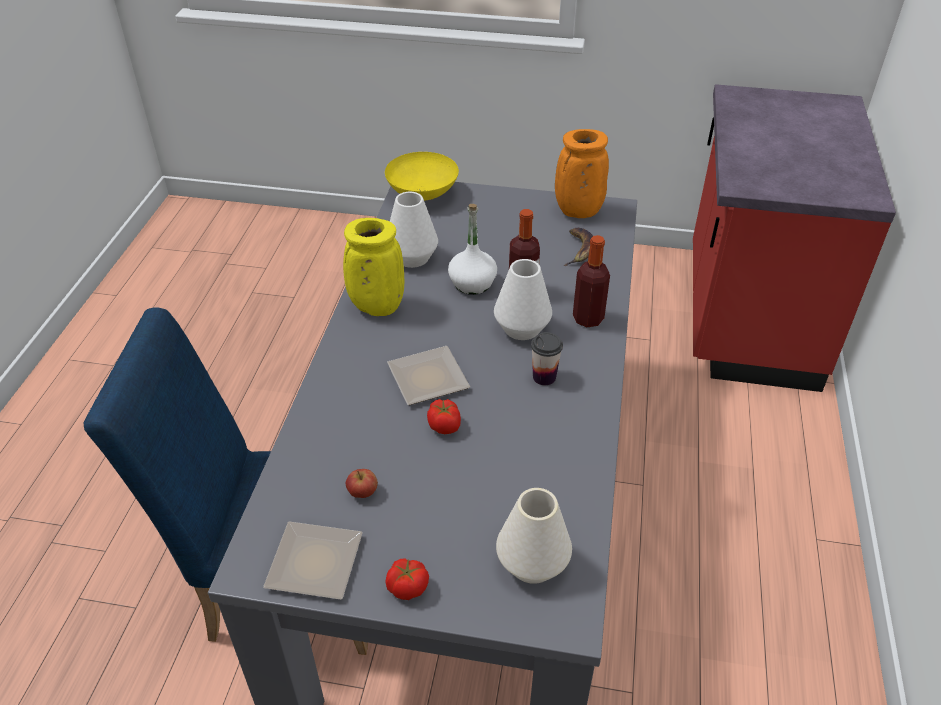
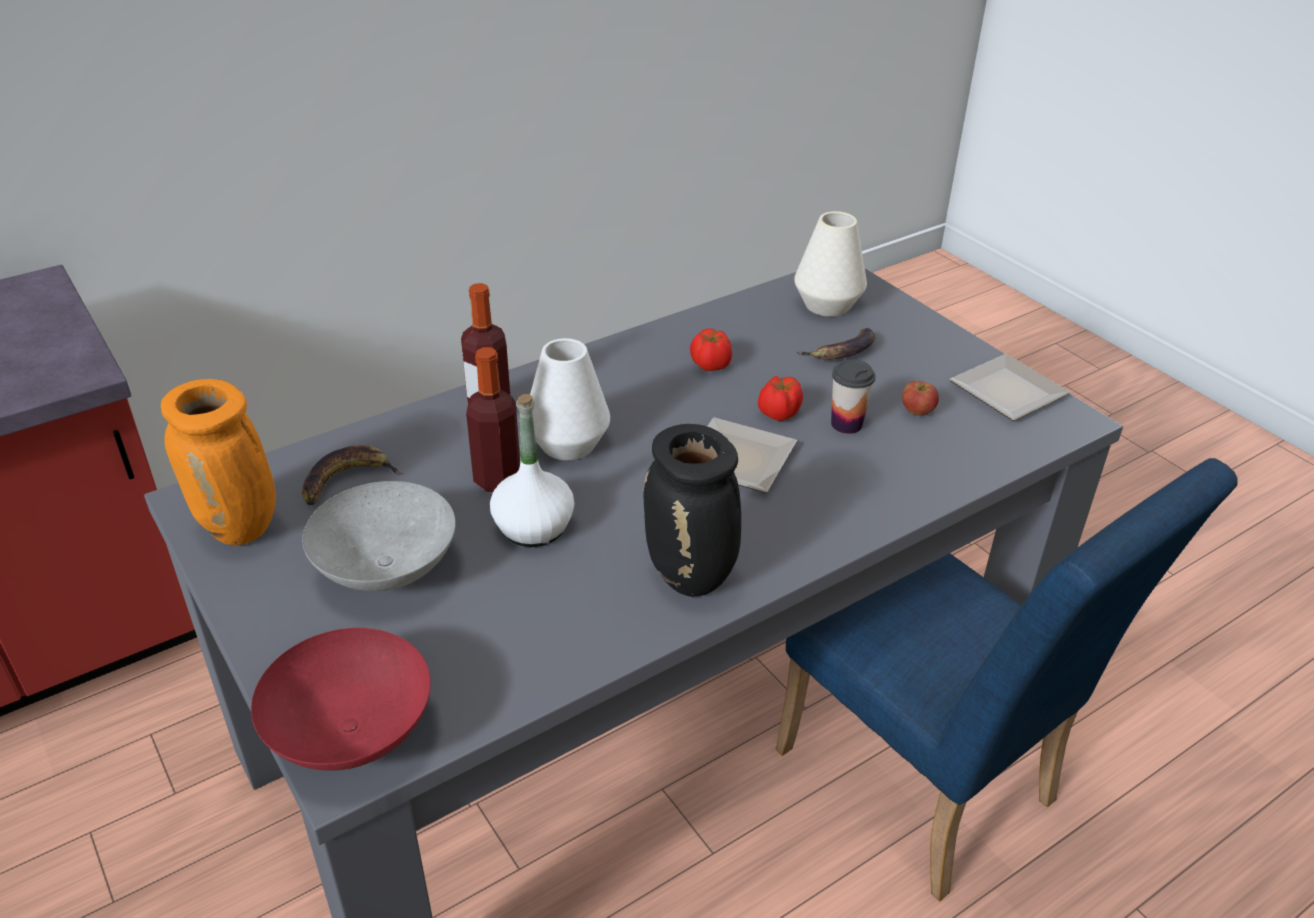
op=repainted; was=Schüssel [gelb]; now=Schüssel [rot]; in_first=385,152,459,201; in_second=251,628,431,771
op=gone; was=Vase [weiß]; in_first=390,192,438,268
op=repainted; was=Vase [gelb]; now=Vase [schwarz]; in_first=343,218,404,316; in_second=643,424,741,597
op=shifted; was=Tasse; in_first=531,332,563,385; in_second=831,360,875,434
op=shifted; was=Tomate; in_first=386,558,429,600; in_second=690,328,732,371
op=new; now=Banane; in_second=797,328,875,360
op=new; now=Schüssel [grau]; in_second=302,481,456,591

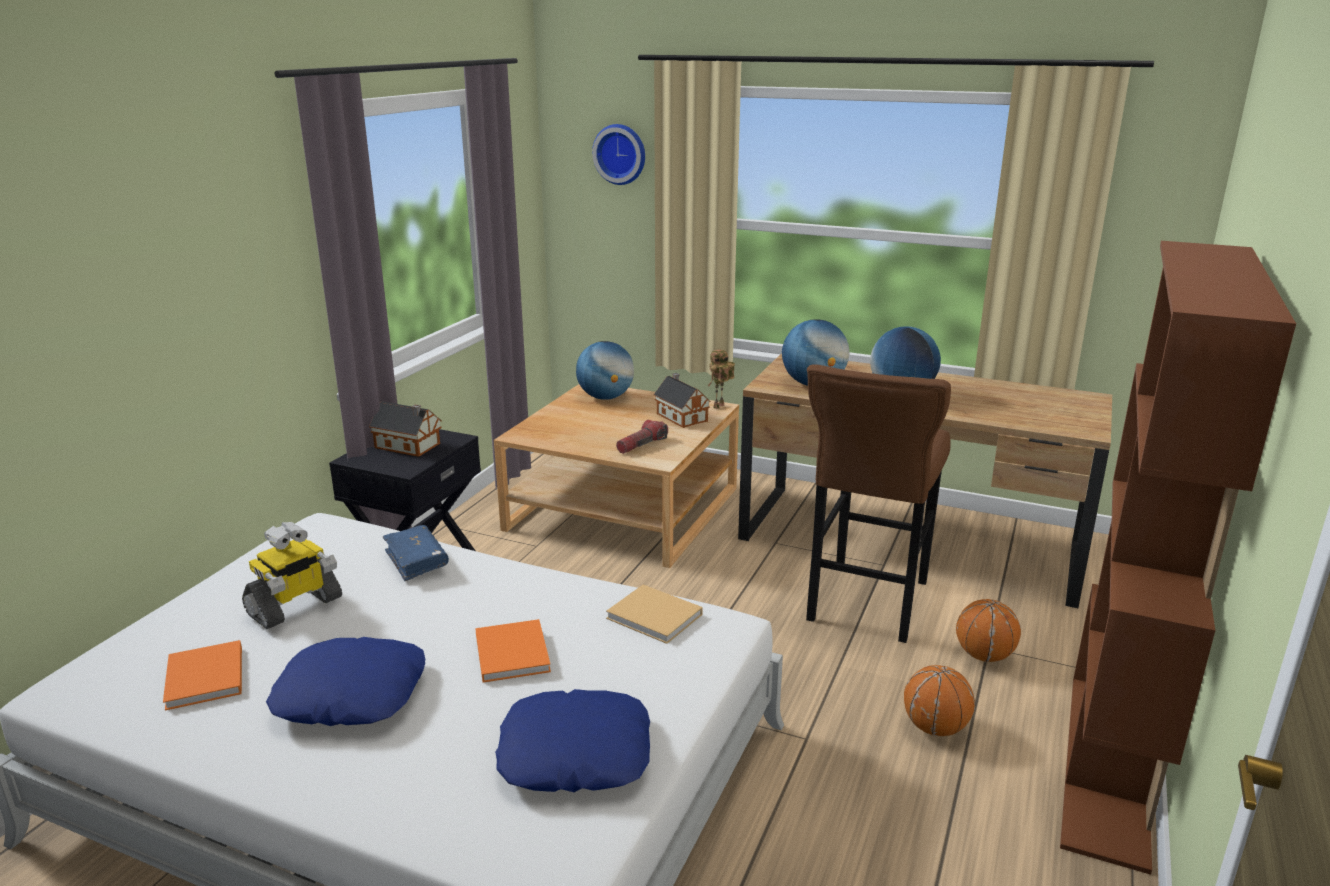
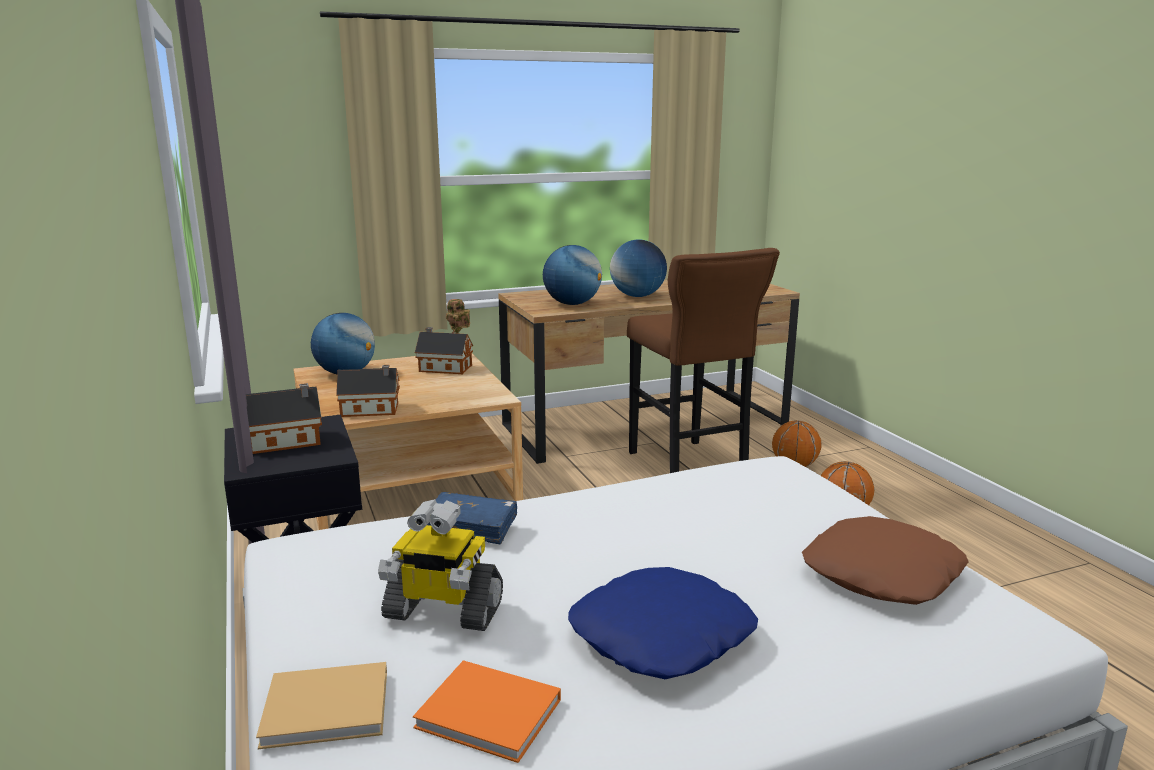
op=gone; was=Wanduhr; in_first=592,124,645,185
op=gone; was=Bücherregal [braun]; in_first=1060,241,1296,875
op=gone; was=Taschenlampe; in_first=616,420,668,454
op=rotated; was=Spielzeugroboter; in_first=242,522,342,629; in_second=378,499,503,631; clockwise=105
op=shifted; was=Buch [beige]; in_first=606,585,703,644; in_second=256,662,387,749
op=gone; was=Buch [orange]; in_first=475,619,551,683
op=repainted; was=Kissen [blau]; now=Kissen [braun]; in_first=495,689,650,792; in_second=802,516,968,605
op=new; now=Spielzeughaus; in_second=336,365,400,417

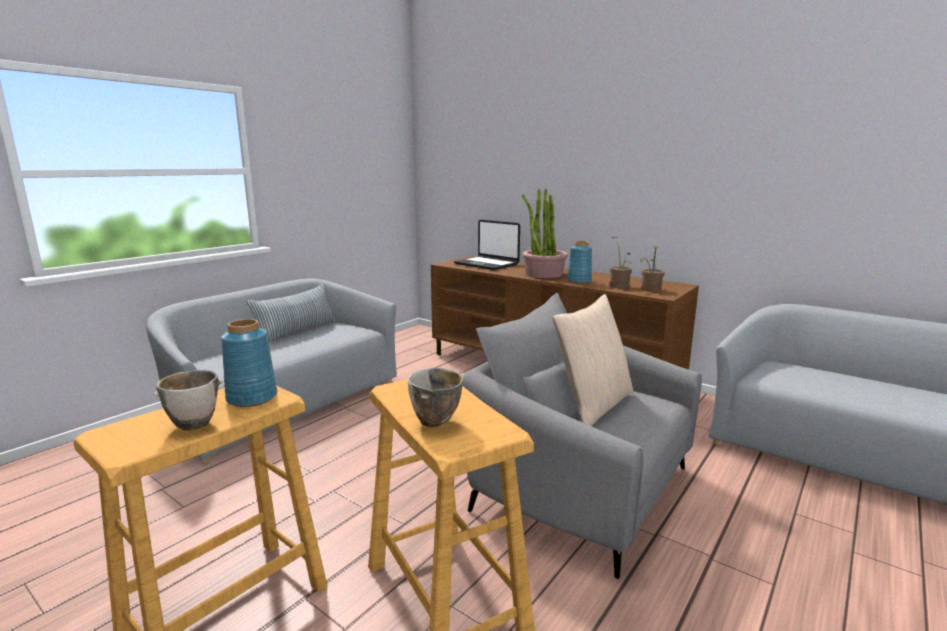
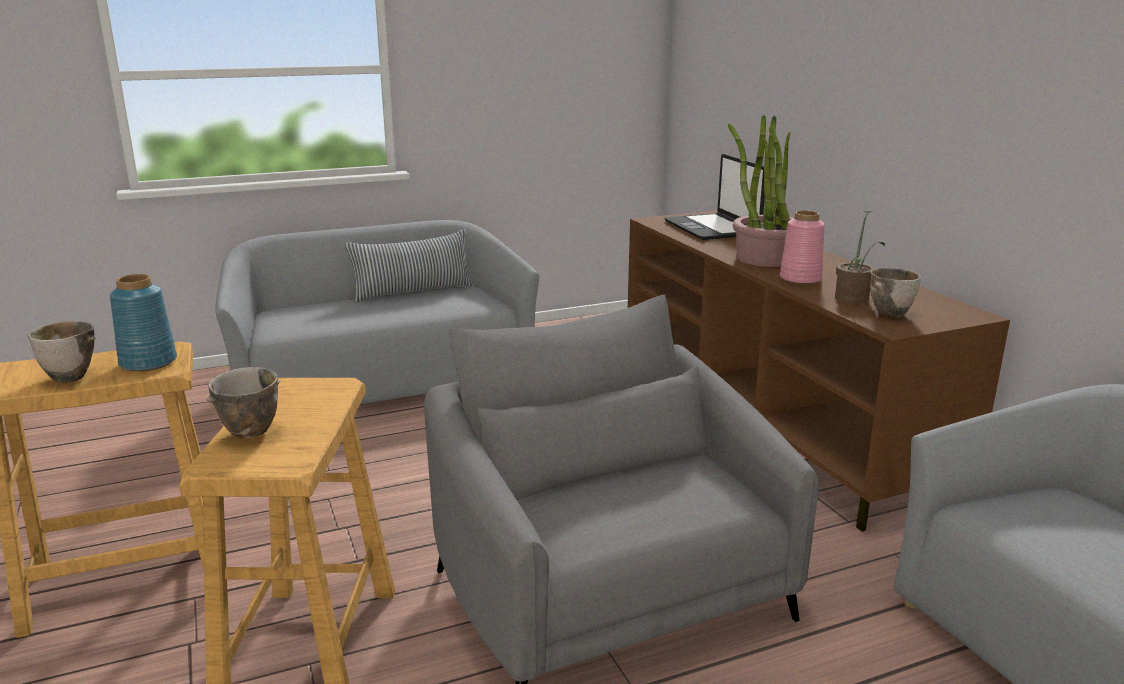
op=repainted; was=Vase [blau]; now=Vase [rosa]; in_first=567,241,592,284; in_second=780,210,825,284
op=swapped; was=Topfpflanze; now=Schüssel; in_first=640,246,664,292; in_second=870,268,921,318
op=gone; was=Kissen [beige]; in_first=552,294,633,426

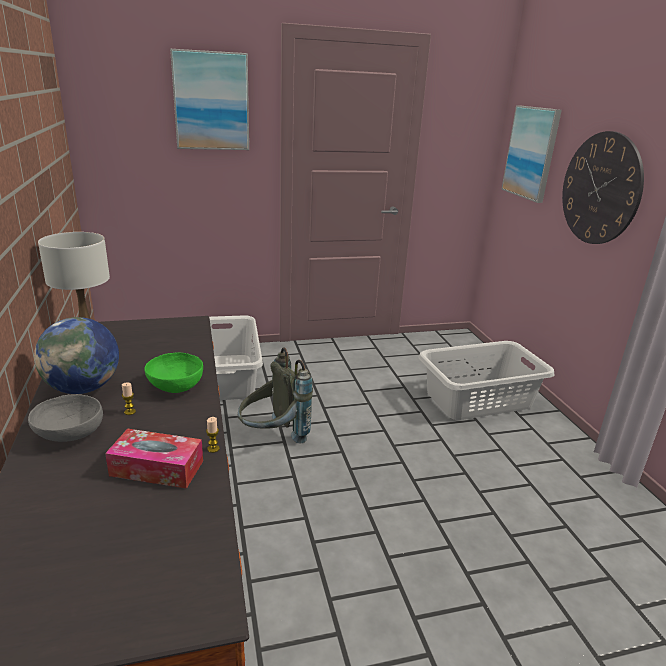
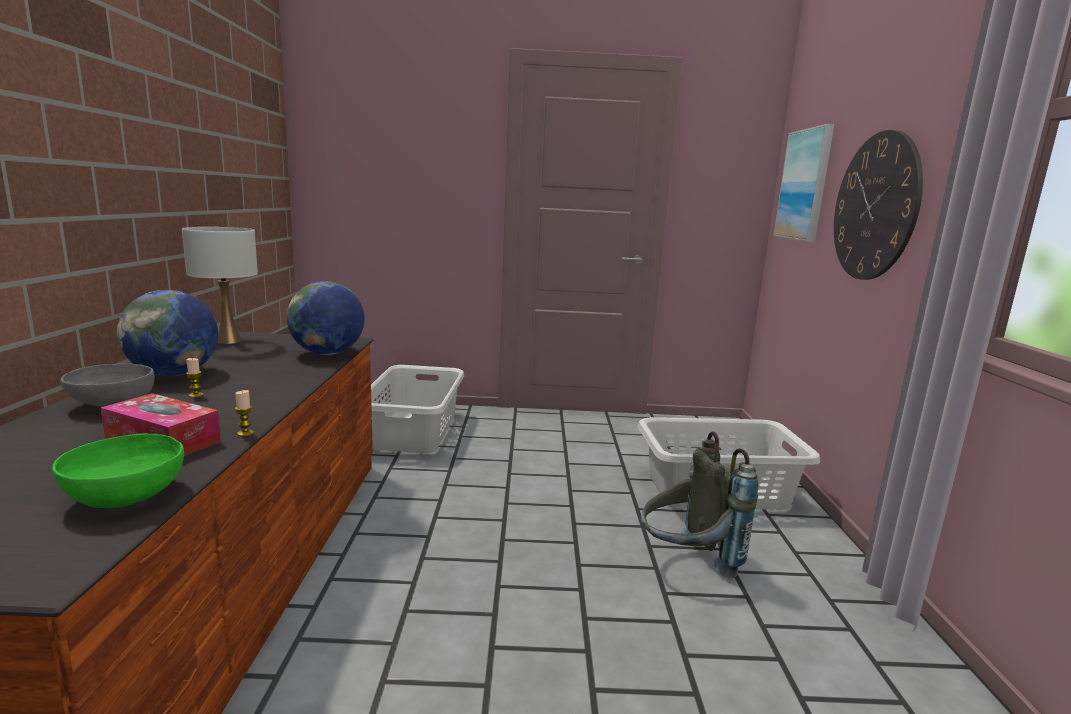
op=gone; was=Bild; in_first=170,49,249,150
op=shifted; was=Rucksack [grau]; in_first=238,348,313,444; in_second=641,432,759,579
op=shifted; was=Schüssel [grün]; in_first=144,352,203,393; in_second=52,434,184,508
op=new; now=Globus; in_second=287,281,364,355

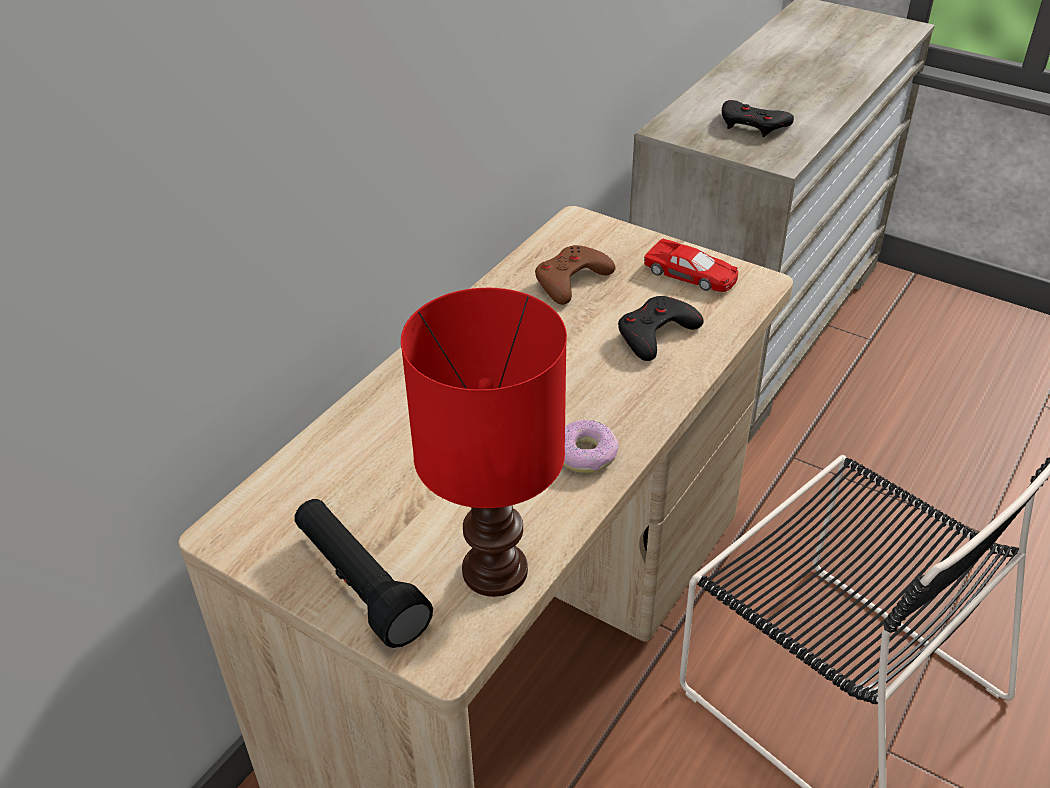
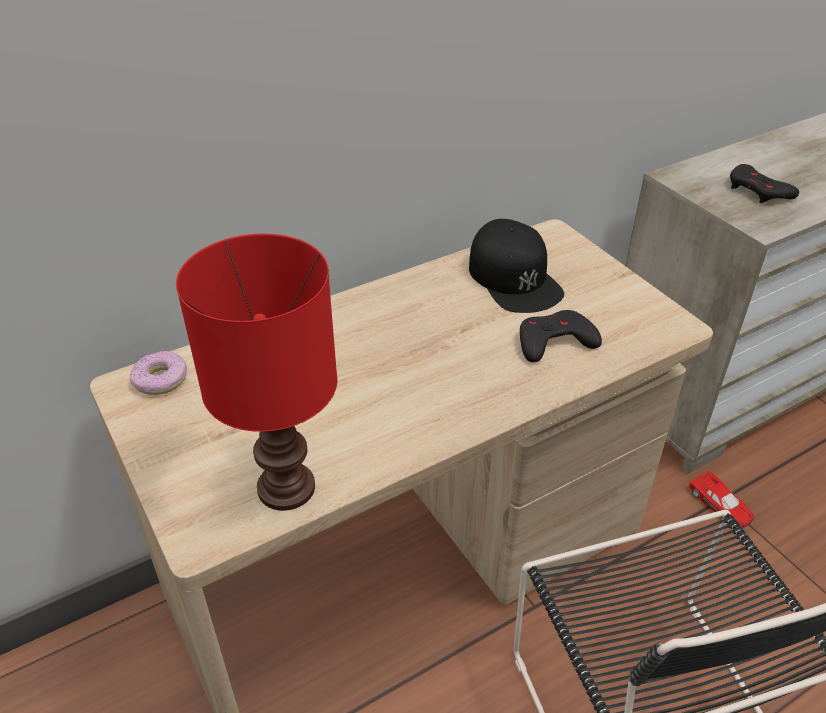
op=shifted; was=Spielzeugauto [rot]; in_first=644,239,738,292; in_second=689,471,754,528
op=swapped; was=Gamepad [braun]; now=Kappe [schwarz]; in_first=535,245,615,305; in_second=469,219,564,313
op=shifted; was=Donut; in_first=563,420,619,473; in_second=130,351,187,395
op=gone; was=Taschenlampe [schwarz]; in_first=294,499,433,648

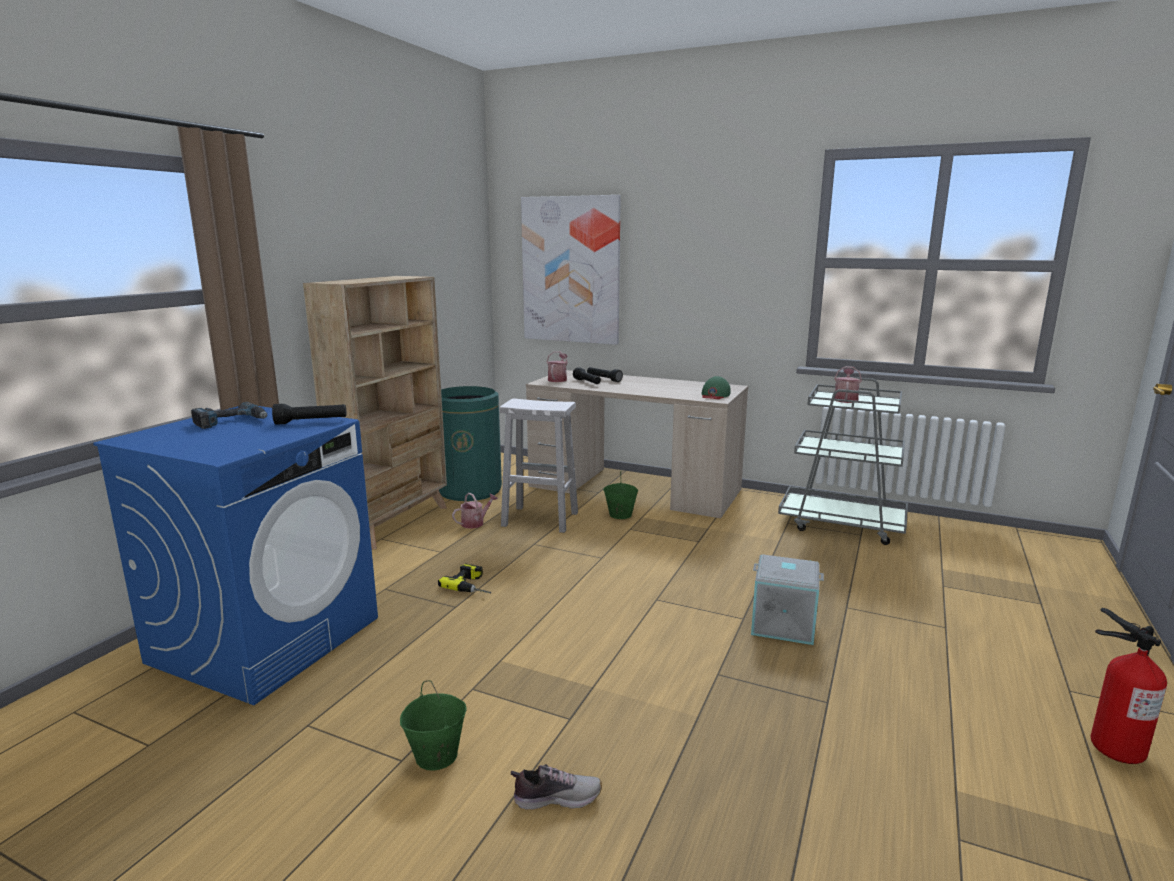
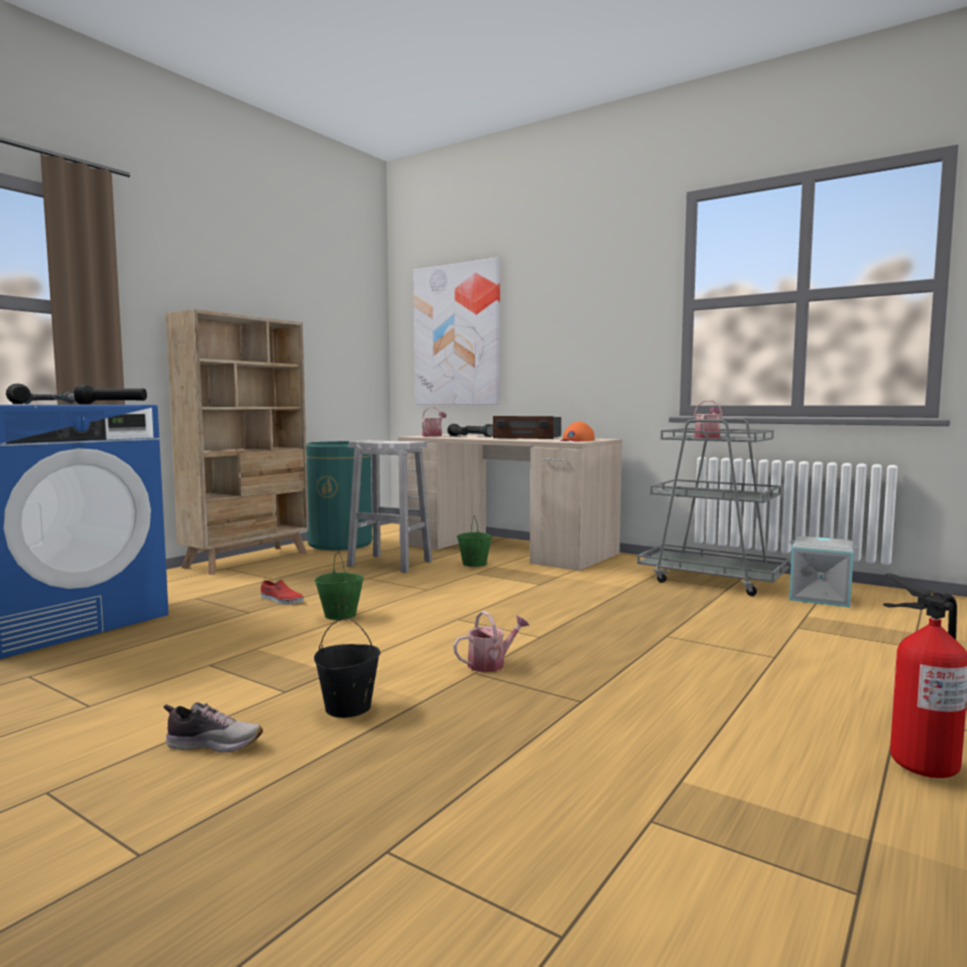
op=repainted; was=Kappe [grün]; now=Kappe [orange]; in_first=701,376,731,399; in_second=561,421,594,442
op=shifted; was=Gießkanne; in_first=452,493,498,529; in_second=453,611,530,672
op=shifted; was=Aufbewahrungsbox [grau]; in_first=751,555,824,645; in_second=789,536,858,607
op=swapped; was=Bohrmaschine; now=Schuh [rot]; in_first=438,563,491,594; in_second=260,580,304,605
op=shifted; was=Eimer [grün]; in_first=400,680,467,771; in_second=314,551,364,620
op=new; now=Taschenlampe [schwarz]; in_second=6,383,31,404
op=new; now=Radio; in_second=493,416,561,439
op=new; now=Eimer [schwarz]; in_second=314,616,380,718

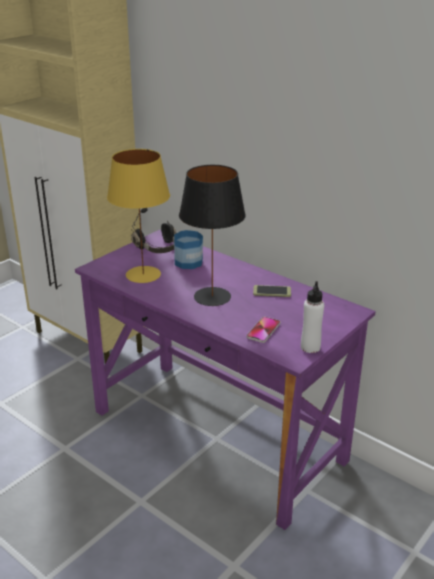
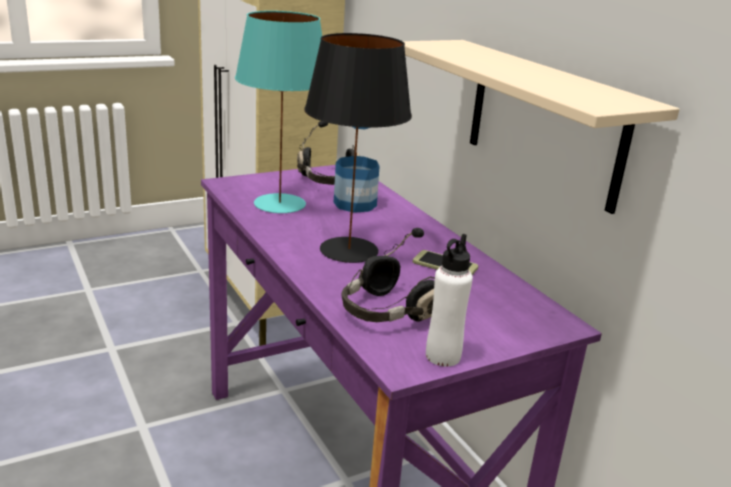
op=repainted; was=Tischlampe [gelb]; now=Tischlampe [türkis]; in_first=107,149,170,283; in_second=235,11,322,213
op=swapped; was=Handy; now=Kopfhörer [schwarz]; in_first=246,317,281,343; in_second=341,228,435,322
op=new; now=Wandregal [beige]; in_second=403,40,680,214

